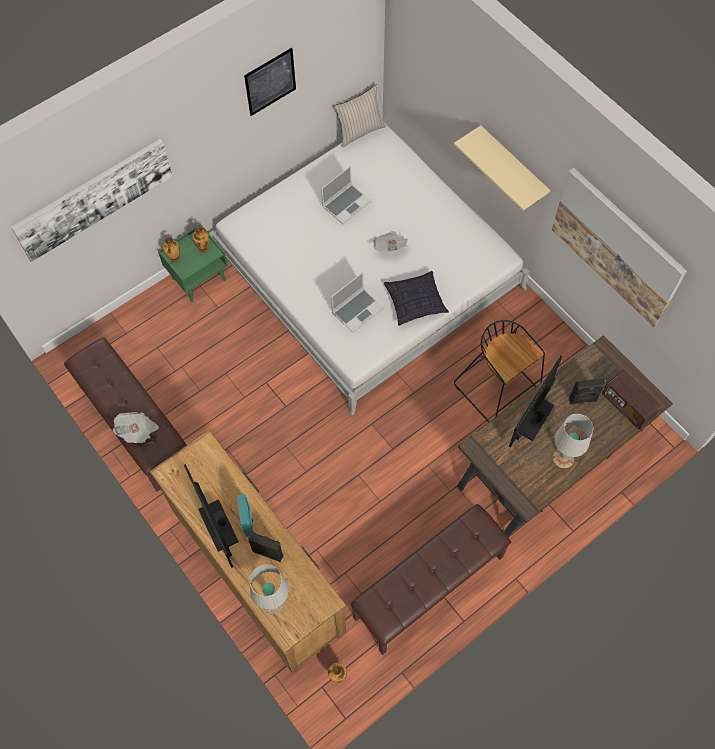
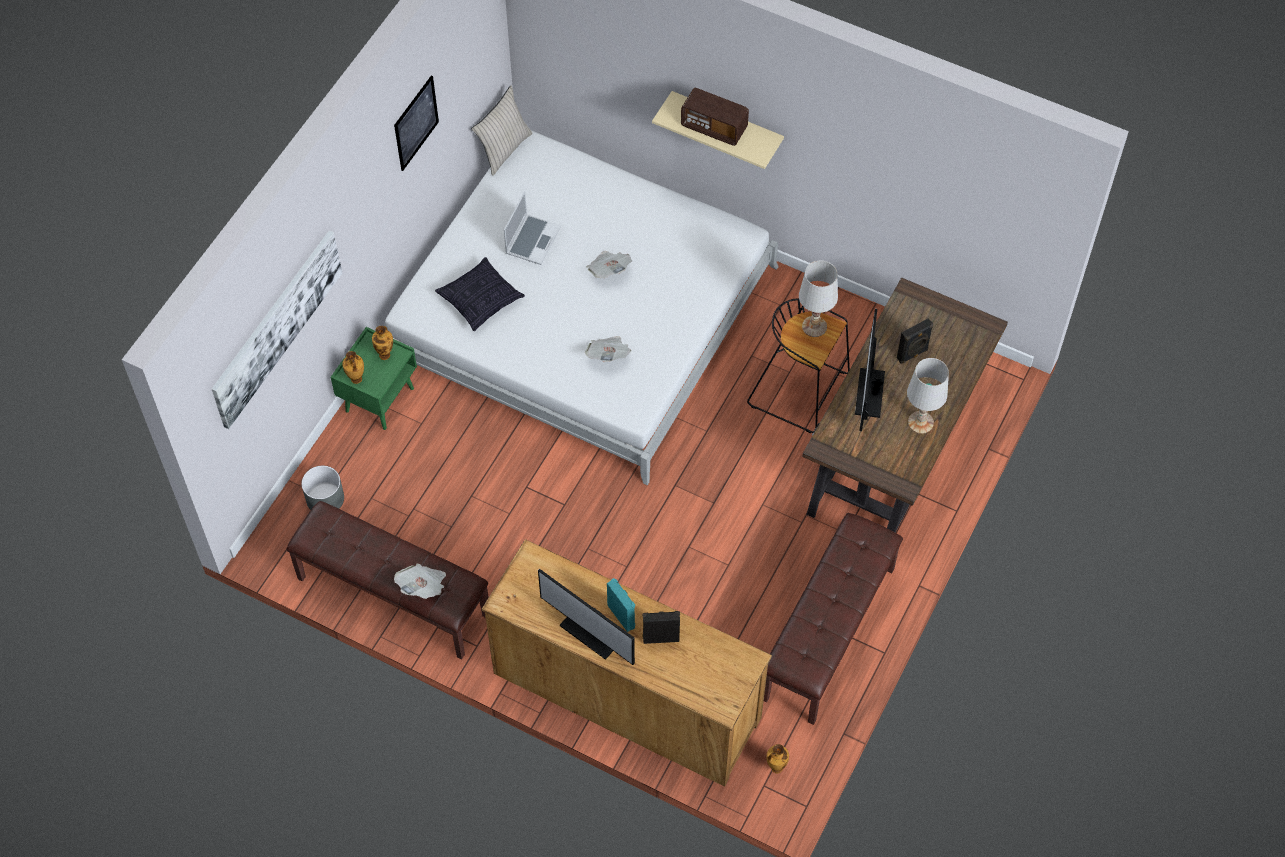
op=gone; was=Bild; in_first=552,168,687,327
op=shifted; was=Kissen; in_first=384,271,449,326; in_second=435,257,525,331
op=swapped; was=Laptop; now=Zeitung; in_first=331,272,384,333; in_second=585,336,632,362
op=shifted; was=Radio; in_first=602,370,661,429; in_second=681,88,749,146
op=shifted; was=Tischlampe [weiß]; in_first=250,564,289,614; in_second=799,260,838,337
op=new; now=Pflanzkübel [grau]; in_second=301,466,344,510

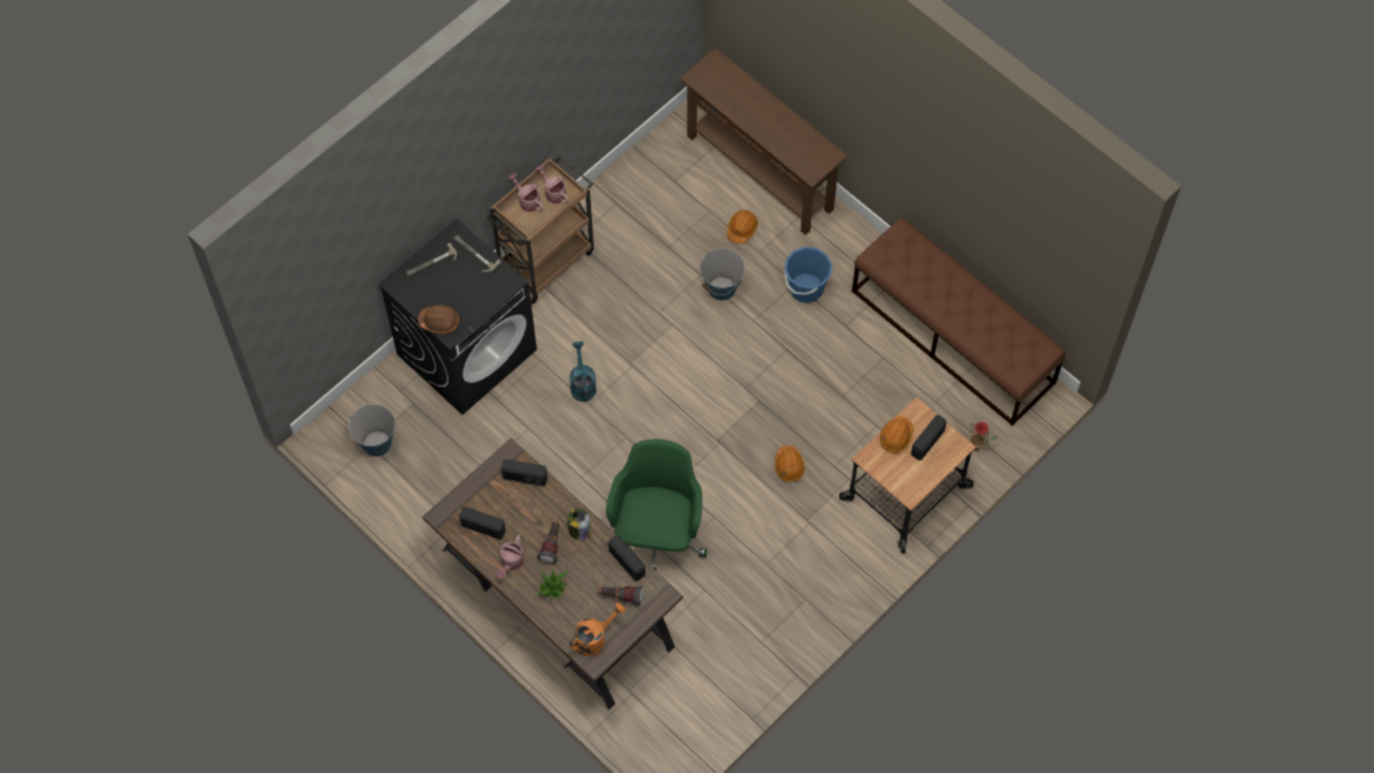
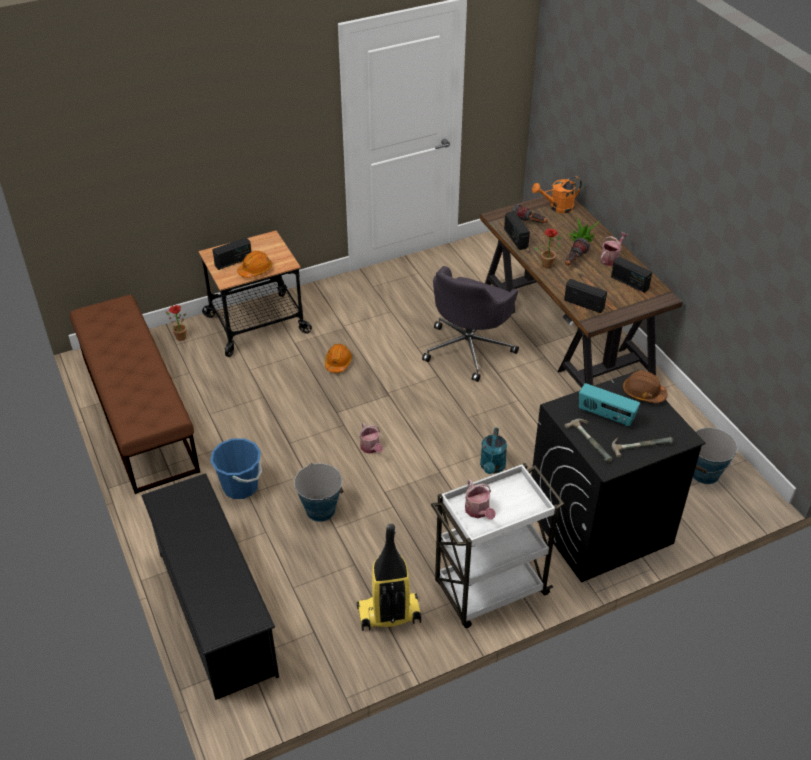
op=swapped; was=Konsolentisch [braun]; now=Schuhregal [schwarz]; in_first=680,48,848,235; in_second=141,473,279,700
op=repainted; was=Rollwagen [braun]; now=Rollwagen [weiß]; in_first=487,155,594,304; in_second=431,463,564,628
op=shifted; was=Gießkanne; in_first=509,174,543,212; in_second=359,423,383,454
op=gone; was=Schutzhelm [orange]; in_first=727,210,758,244
op=repainted; was=Bürostuhl [grün]; now=Bürostuhl [grau]; in_first=606,439,707,570; in_second=422,266,519,382
op=swapped; was=Vorratsglas; now=Topfpflanze; in_first=568,508,591,541; in_second=533,229,562,268
op=new; now=Radio; in_second=579,383,640,427
op=new; now=Staubsauger; in_second=357,524,421,631

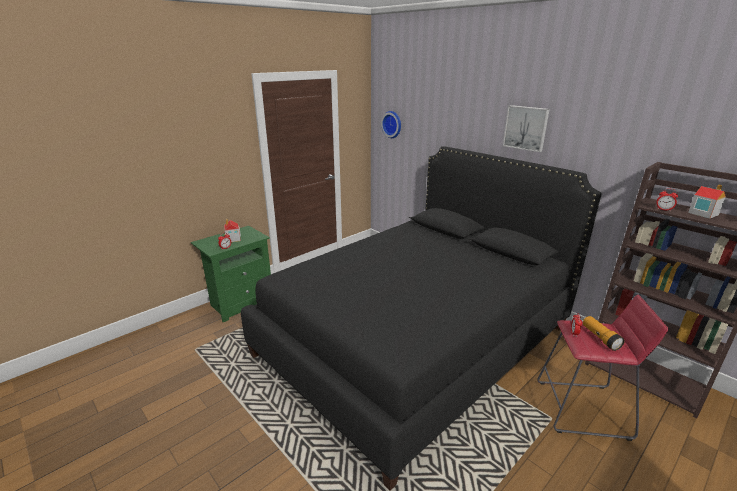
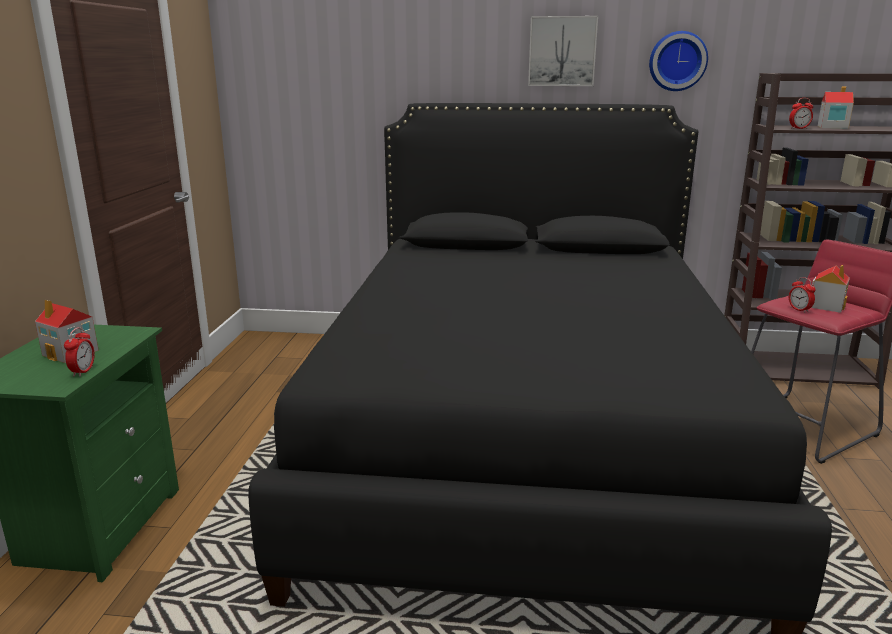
op=shifted; was=Wanduhr; in_first=381,111,401,138; in_second=649,31,708,91
op=swapped; was=Taschenlampe; now=Spielzeughaus; in_first=583,316,625,351; in_second=811,265,850,313

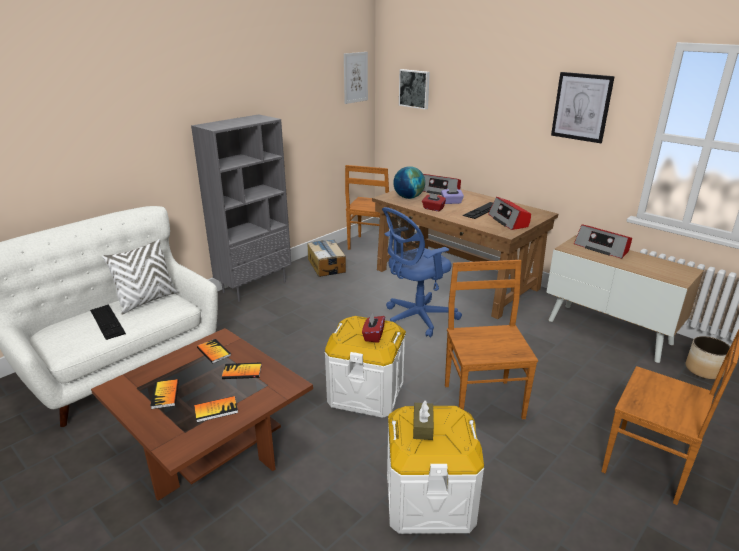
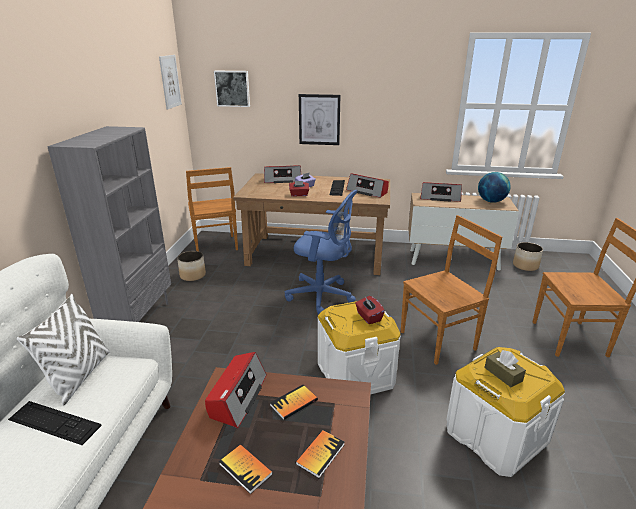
op=shifted; was=Bild; in_first=551,72,615,143; in_second=299,94,340,145
op=shifted; was=Globus; in_first=393,166,425,199; in_second=478,172,511,203
op=rotated; was=Bürostuhl [blau]; in_first=382,207,462,337; in_second=285,190,358,314; clockwise=-90
op=swapped; was=Karton; now=Pflanzkübel; in_first=308,239,346,277; in_second=177,251,206,281
op=rotated; was=Stuhl [braun]; in_first=445,260,538,419; in_second=401,215,502,365; clockwise=105
op=swapped; was=Buch; now=Radio; in_first=197,339,231,364; in_second=205,352,267,428

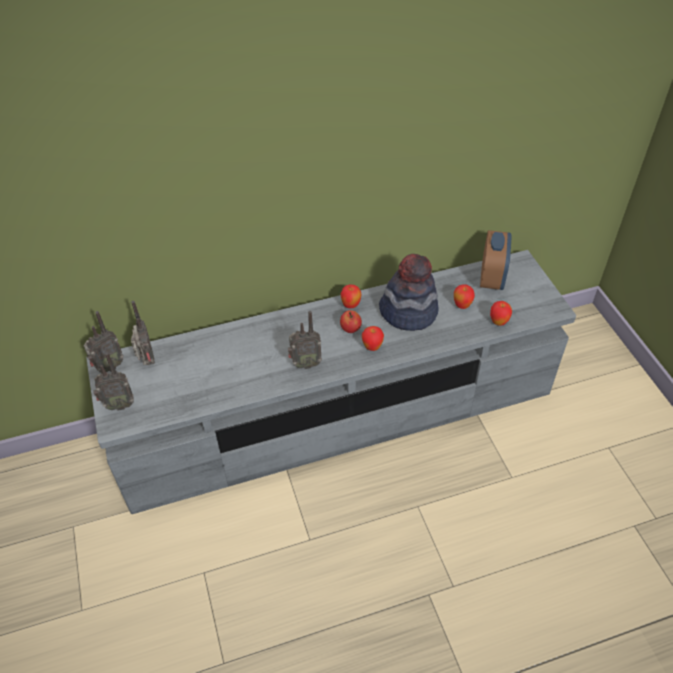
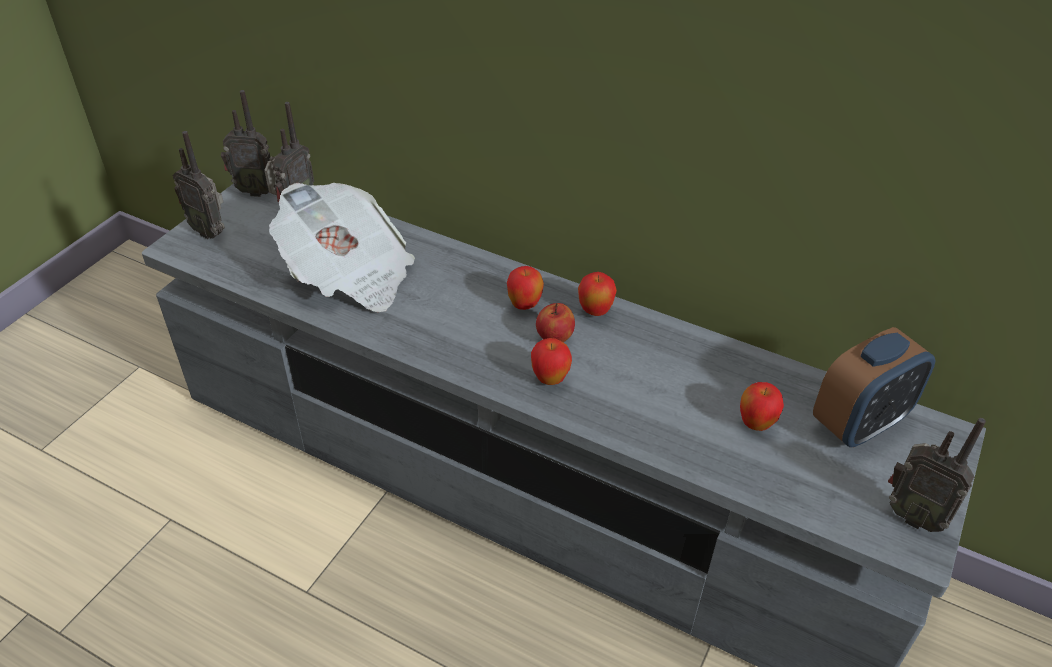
op=gone; was=Hut; in_first=379,254,438,331
op=shifted; was=Apfel; in_first=490,301,512,326; in_second=507,266,544,310
op=shifted; was=Radio; in_first=288,311,322,369; in_second=888,418,986,532
op=new; now=Zeitung; in_second=269,183,415,312

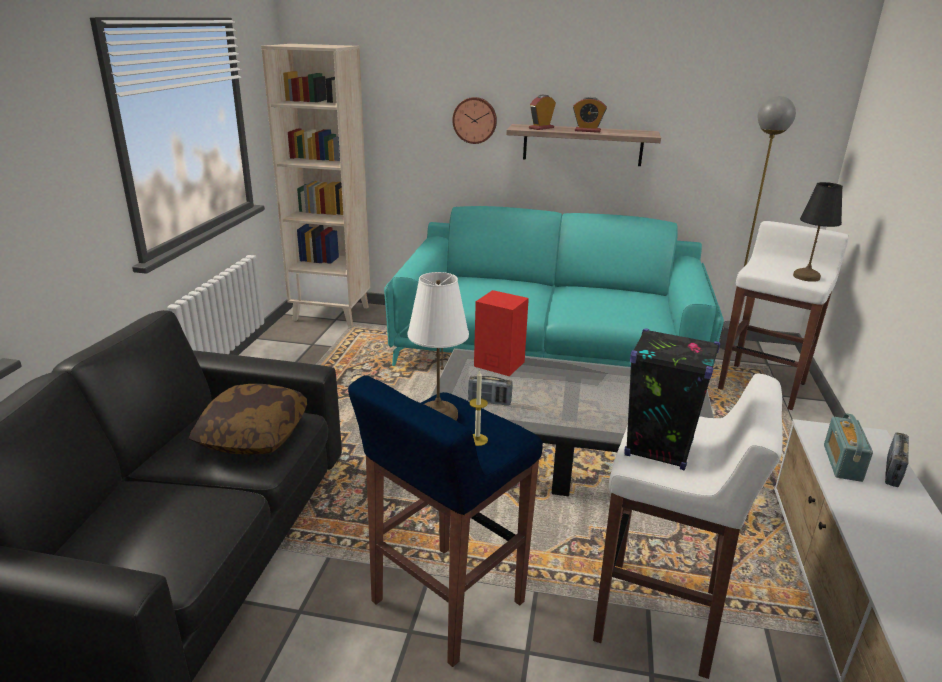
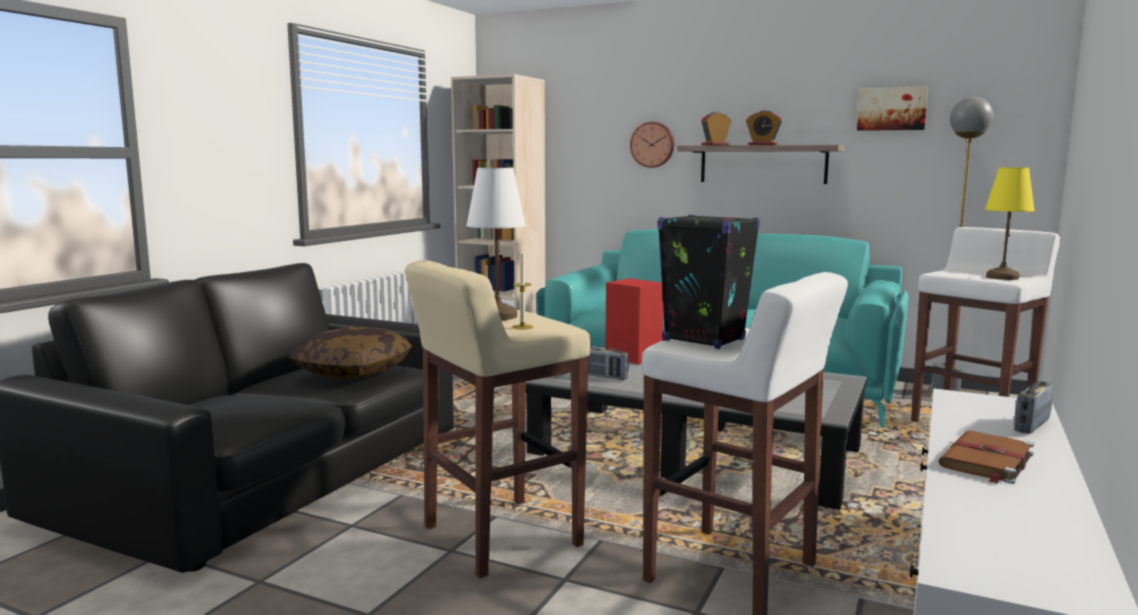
op=repainted; was=Tischlampe [schwarz]; now=Tischlampe [gelb]; in_first=793,182,843,282; in_second=985,167,1035,280
op=repainted; was=Hocker [blau]; now=Hocker [beige]; in_first=348,375,543,667; in_second=405,260,591,578
op=gone; was=Radio; in_first=824,413,873,482
op=new; now=Bild; in_second=857,86,928,131
op=new; now=Buch [braun]; in_second=938,431,1034,484

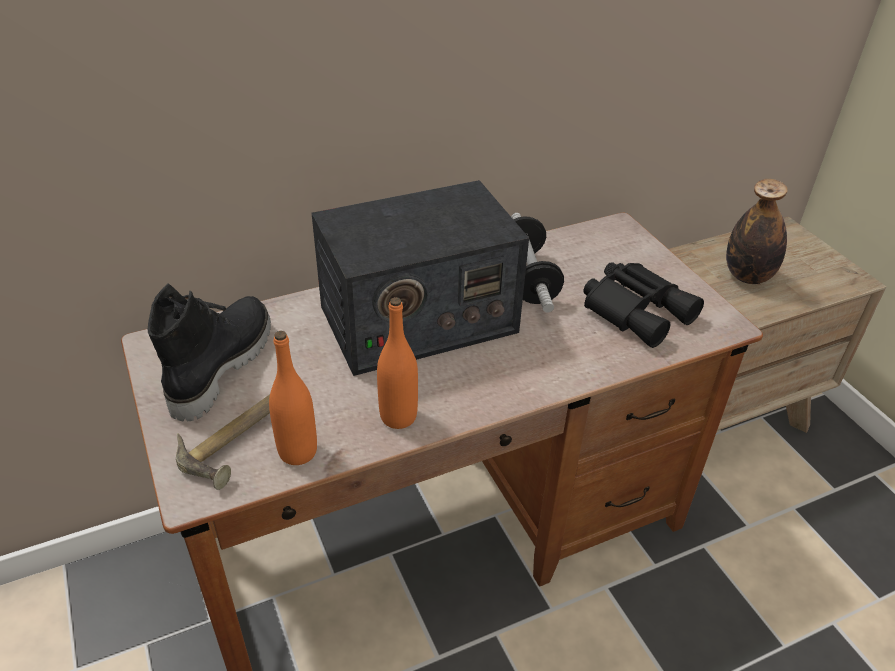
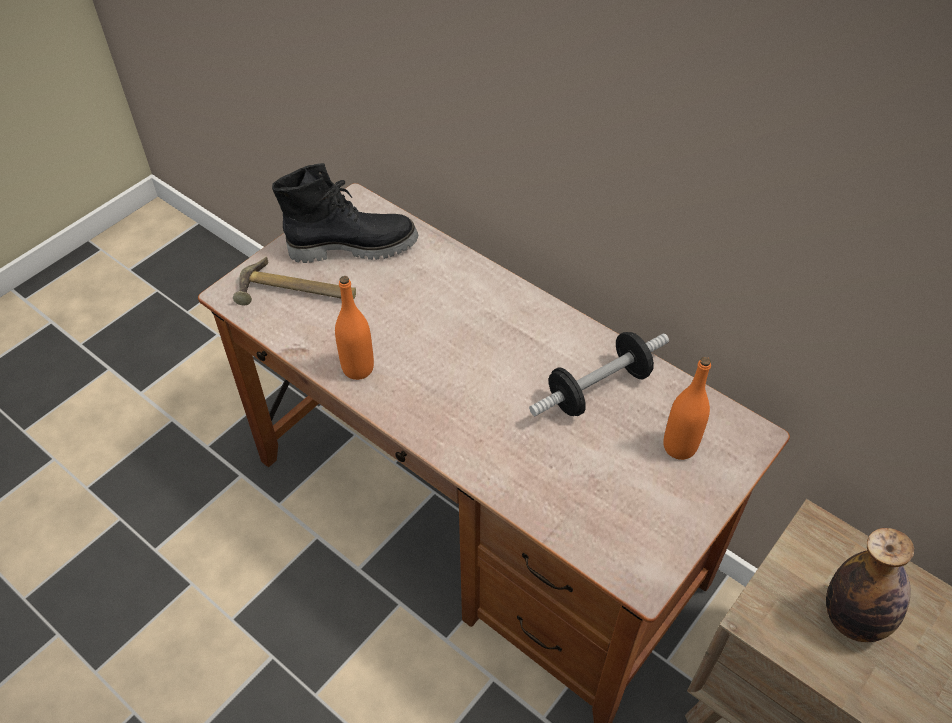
op=gone; was=Radio; in_first=312,180,529,376
op=gone; was=Fernglas [schwarz]; in_first=583,262,704,348
op=shifted; was=Flasche [orange]; in_first=269,331,317,465; in_second=663,357,711,460

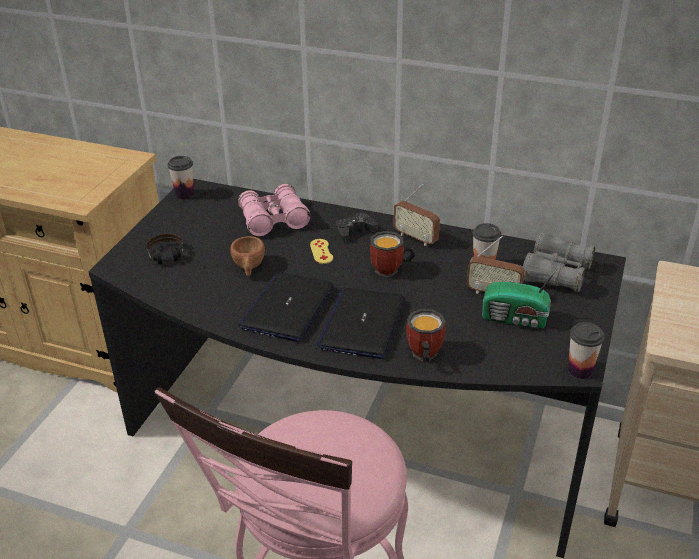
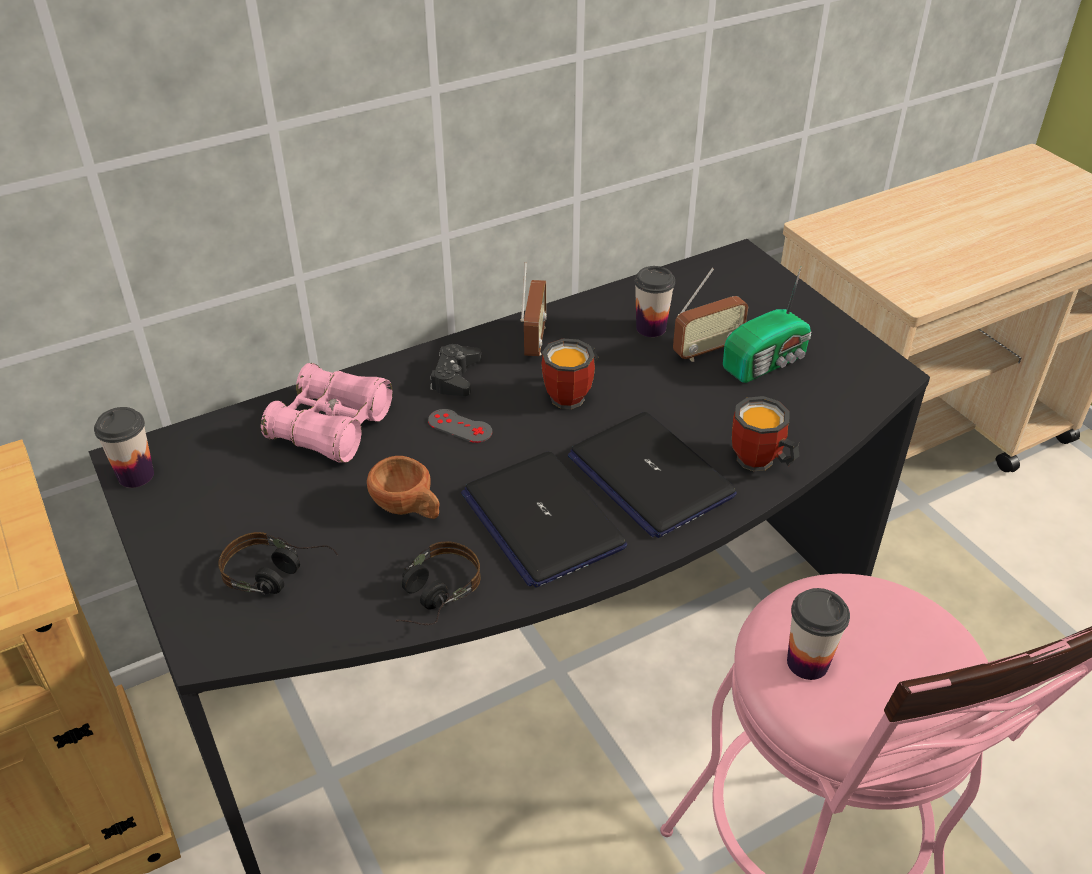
op=rotated; was=Radio; in_first=393,184,440,246; in_second=521,262,547,356; clockwise=-75
op=gone; was=Fernglas [grau]; in_first=523,232,595,292
op=repainted; was=Gamepad [gelb]; now=Gamepad [grau]; in_first=310,239,333,264; in_second=428,409,492,443
op=shifted; was=Tasse; in_first=568,322,605,379; in_second=787,588,850,680
op=new; now=Kopfhörer; in_second=396,541,481,625

